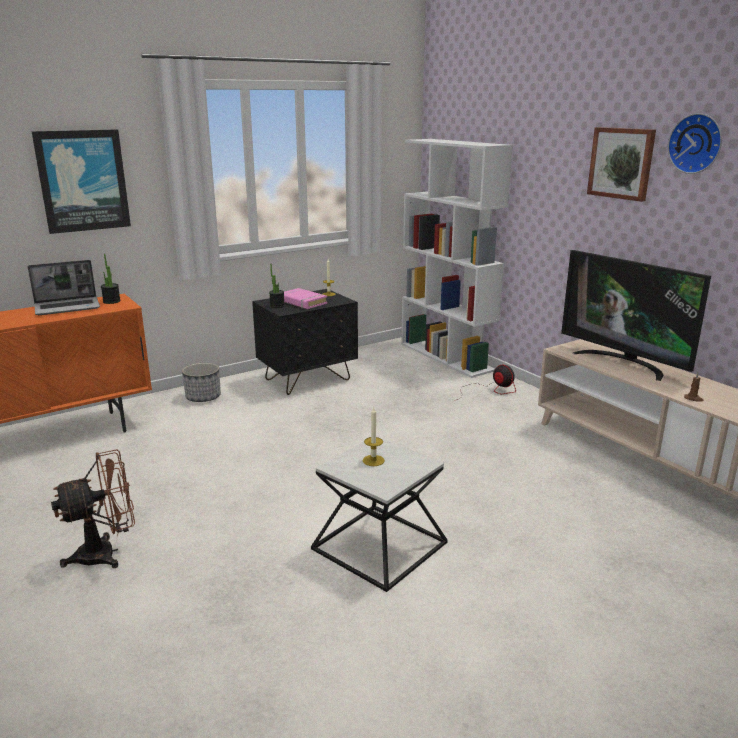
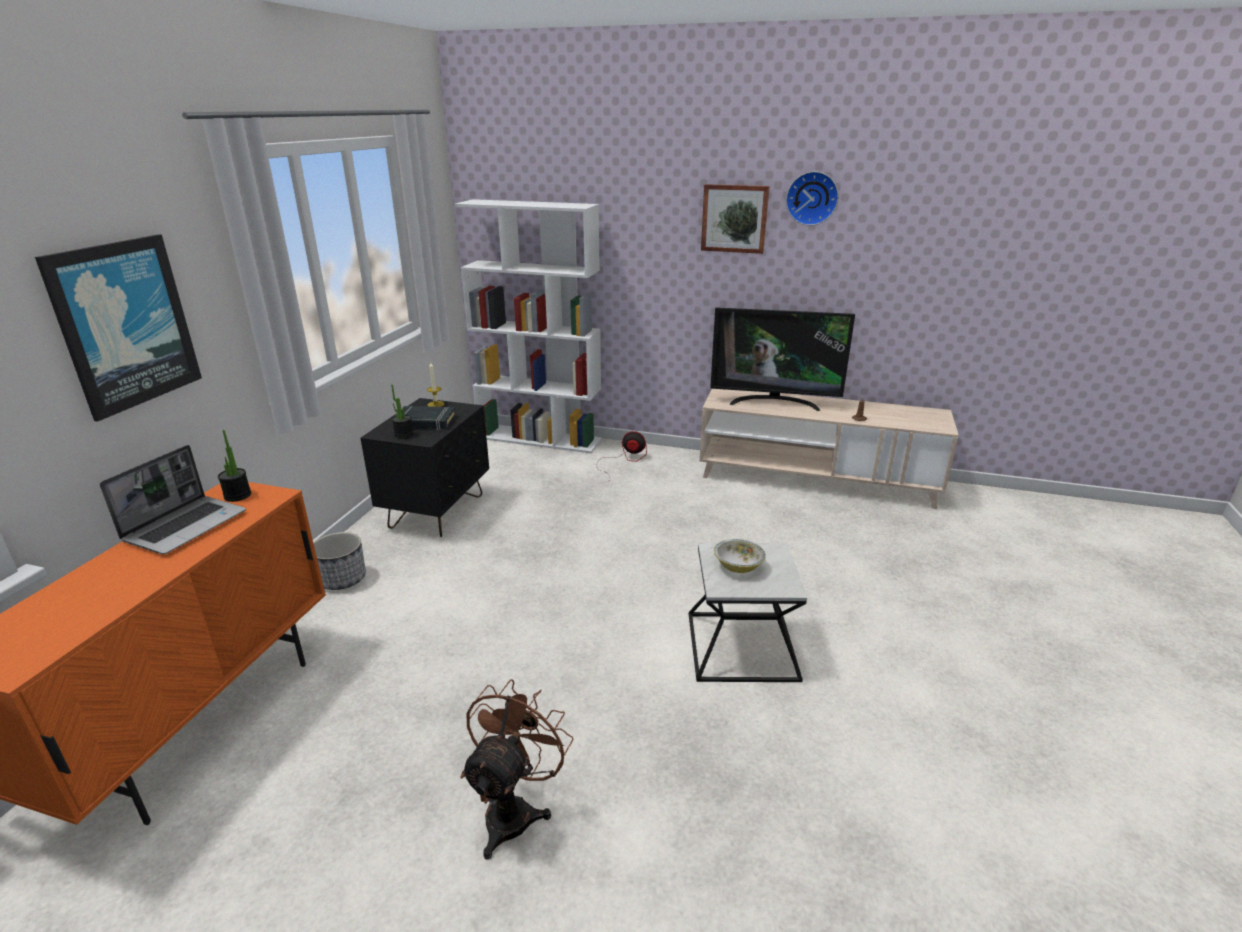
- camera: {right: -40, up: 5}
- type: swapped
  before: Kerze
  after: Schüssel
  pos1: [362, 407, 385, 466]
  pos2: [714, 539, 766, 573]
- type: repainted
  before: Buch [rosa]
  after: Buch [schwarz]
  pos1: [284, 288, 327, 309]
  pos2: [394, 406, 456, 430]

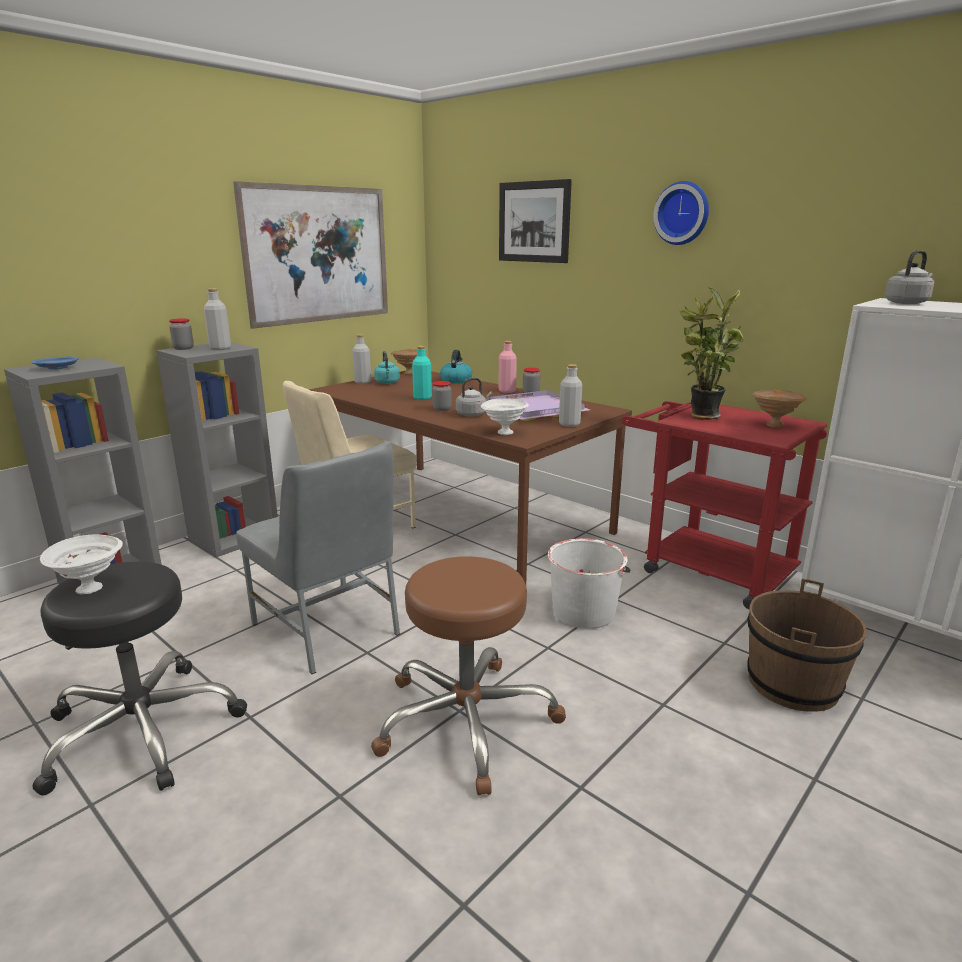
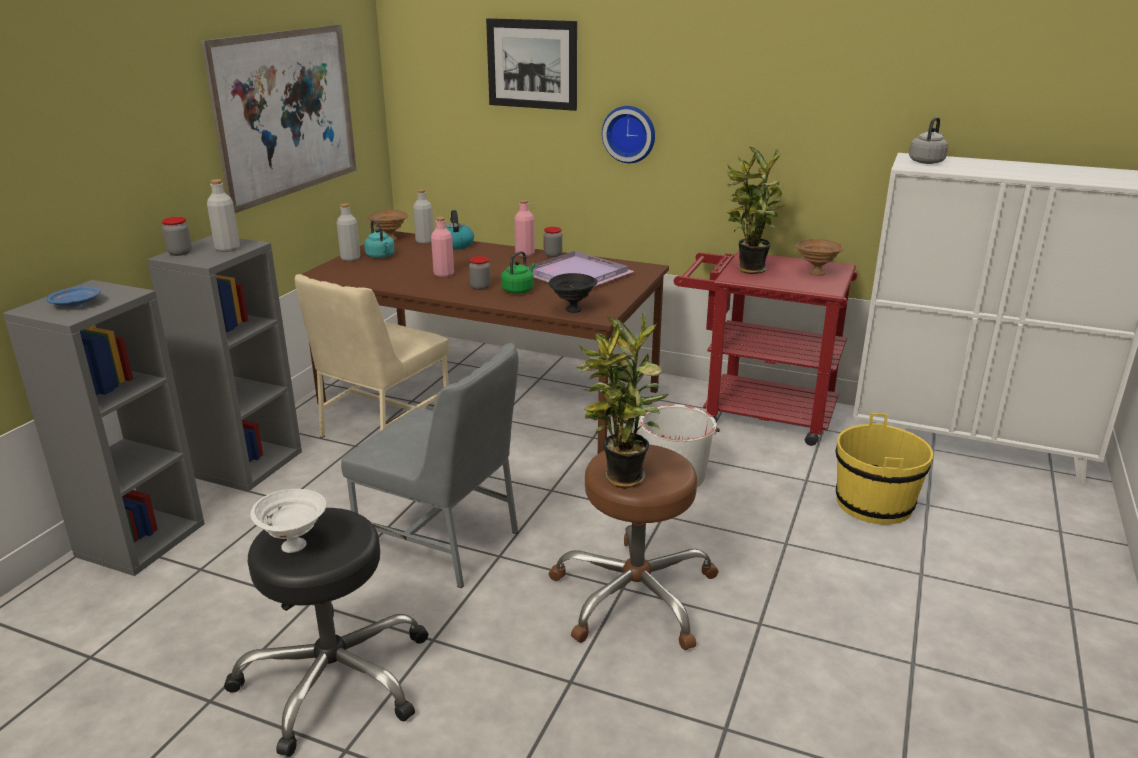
- camera: {right: -20, up: 5}
- type: new
  after: Topfpflanze
  pos2: [575, 311, 668, 489]
- type: shifted
  before: Flasche [grau]
  pos1: [559, 364, 582, 427]
  pos2: [413, 189, 434, 244]
- type: shifted
  before: Wanduhr
  pos1: [653, 181, 709, 245]
  pos2: [602, 106, 655, 163]
- type: repainted
  before: Flasche [türkis]
  after: Flasche [rosa]
  pos1: [412, 346, 432, 400]
  pos2: [431, 217, 454, 277]
- type: repainted
  before: Wasserkessel [grau]
  after: Wasserkessel [grün]
  pos1: [456, 377, 492, 417]
  pos2: [501, 251, 535, 294]
- type: repainted
  before: Schüssel [weiß]
  after: Schüssel [schwarz]
  pos1: [481, 398, 529, 435]
  pos2: [548, 273, 597, 313]
- type: repainted
  before: Eimer [braun]
  after: Eimer [gelb]
  pos1: [747, 579, 867, 712]
  pos2: [836, 413, 933, 525]

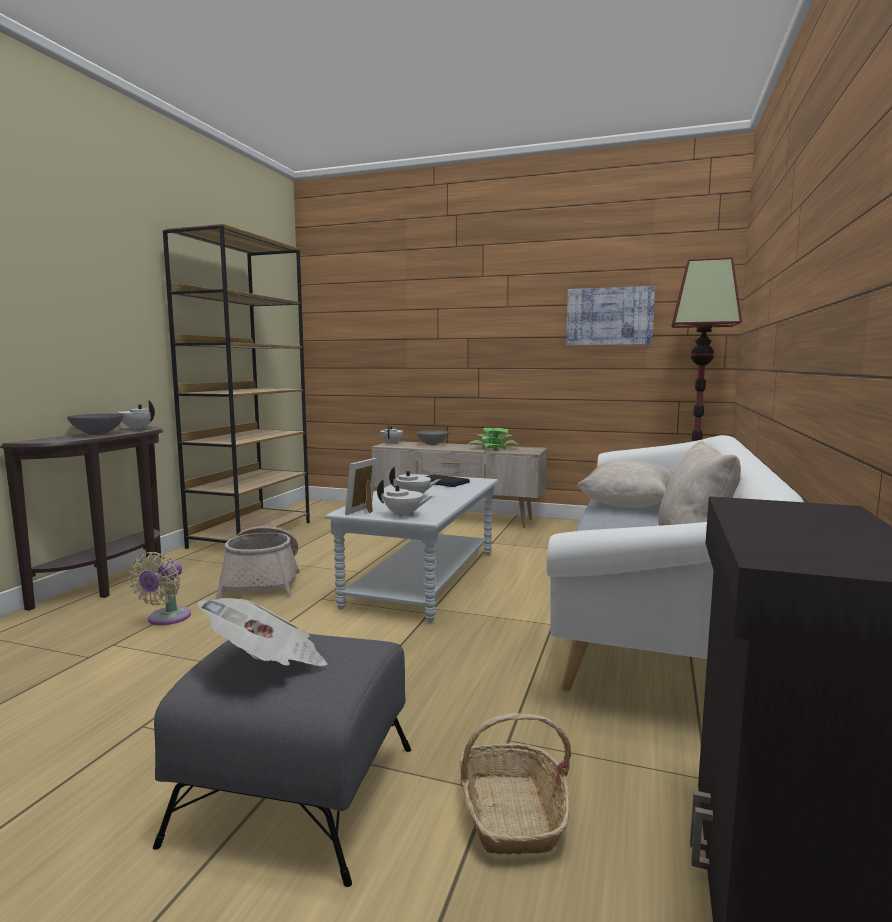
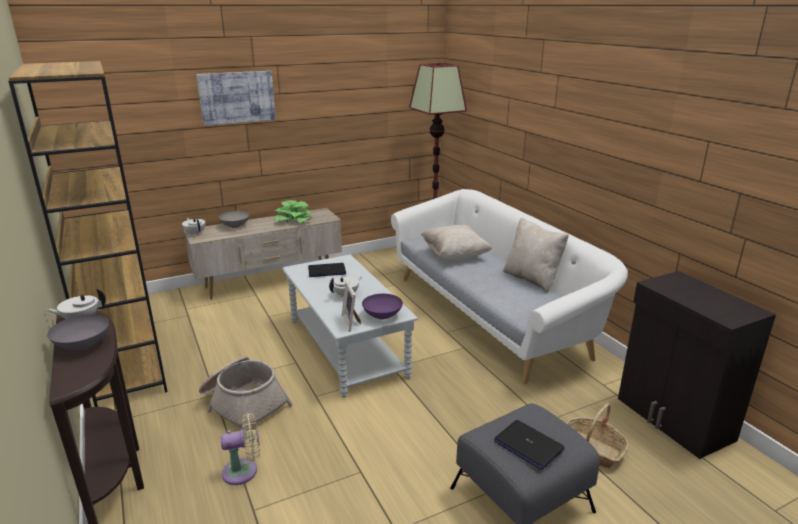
- camera: {right: -45, up: 15}
- type: shifted
  before: Bild
  pos1: [566, 286, 655, 345]
  pos2: [196, 71, 276, 126]
- type: swapped
  before: Zeitung
  after: Laptop
  pos1: [198, 598, 328, 666]
  pos2: [494, 420, 564, 470]
- type: swapped
  before: Teekanne [weiß]
  after: Schüssel [lila]
  pos1: [377, 479, 433, 518]
  pos2: [362, 294, 403, 319]
- type: rotated
  before: Ventilator [beige]
  pos1: [129, 552, 191, 625]
  pos2: [221, 413, 260, 485]
  turn: -75

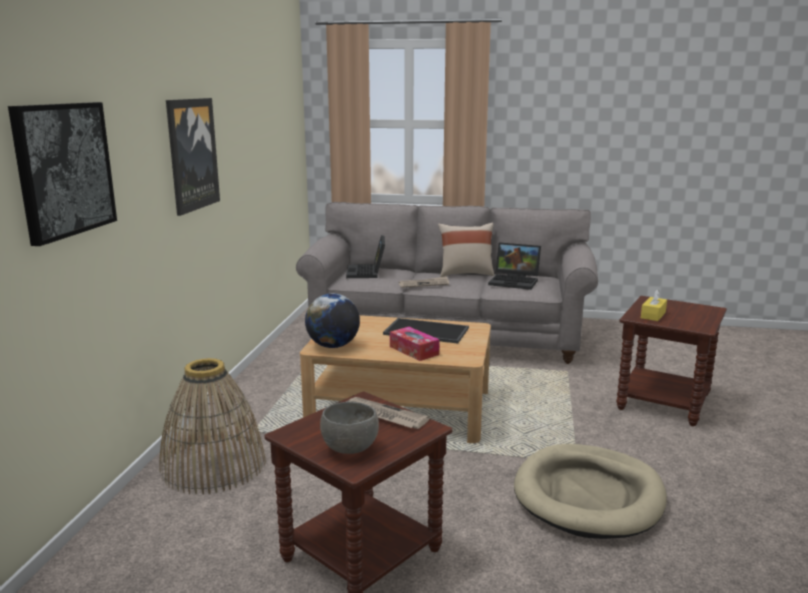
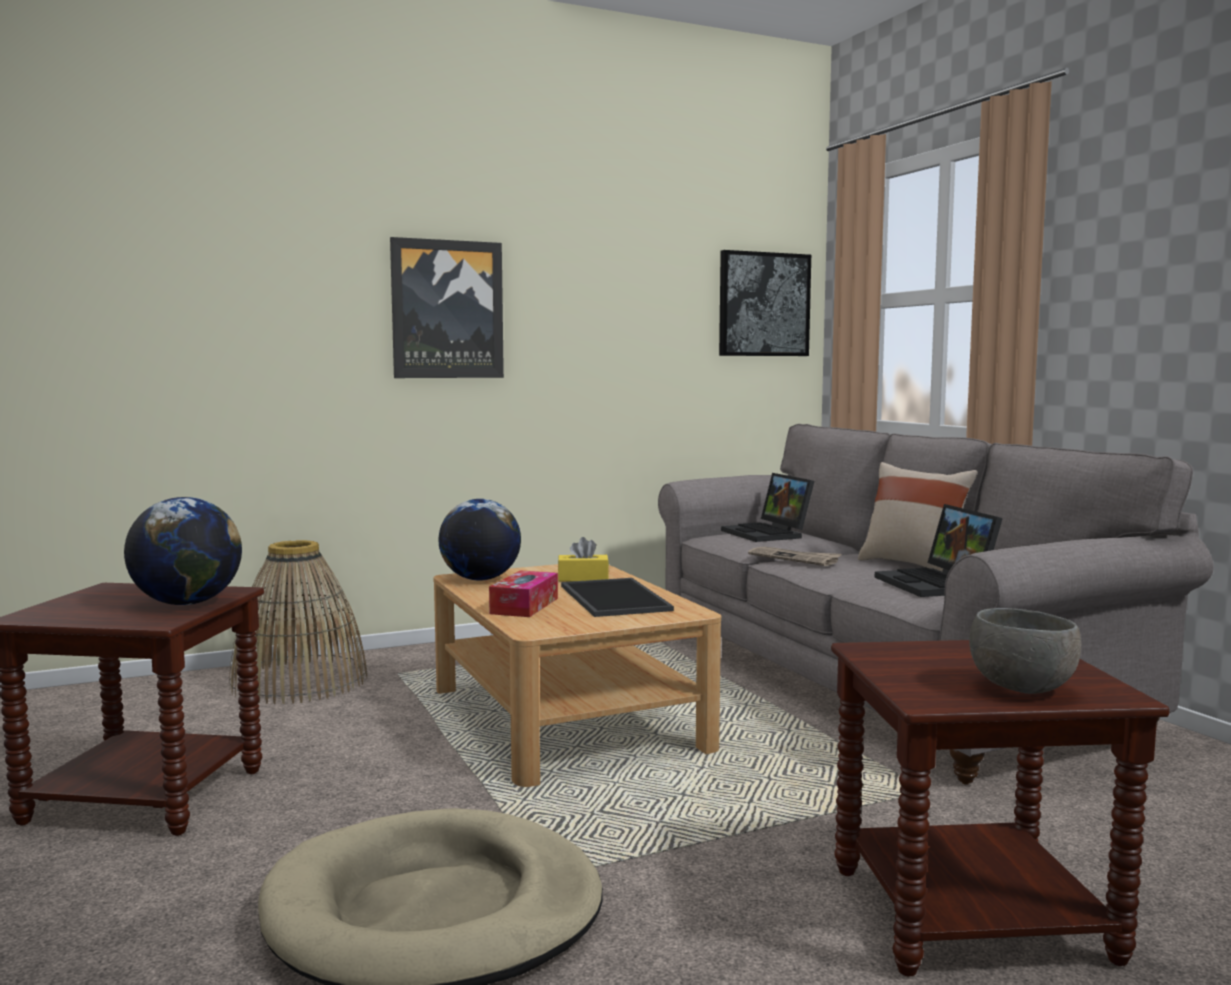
- camera: {right: 55, up: -10}
- type: shifted
  before: Bild
  pos1: [8, 102, 117, 246]
  pos2: [719, 250, 811, 356]
- type: shifted
  before: Schüssel [grau]
  pos1: [320, 402, 379, 454]
  pos2: [969, 608, 1081, 694]
- type: shifted
  before: Taschentuchbox [gelb]
  pos1: [641, 289, 667, 321]
  pos2: [558, 537, 609, 582]
- type: swapped
  before: Zeitung
  after: Globus
  pos1: [346, 397, 430, 429]
  pos2: [124, 497, 242, 605]
- type: rotated
  before: Laptop
  pos1: [346, 235, 385, 278]
  pos2: [721, 473, 814, 542]
  turn: -75

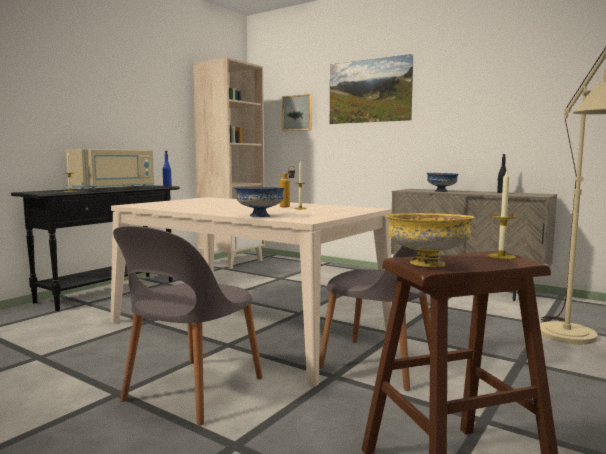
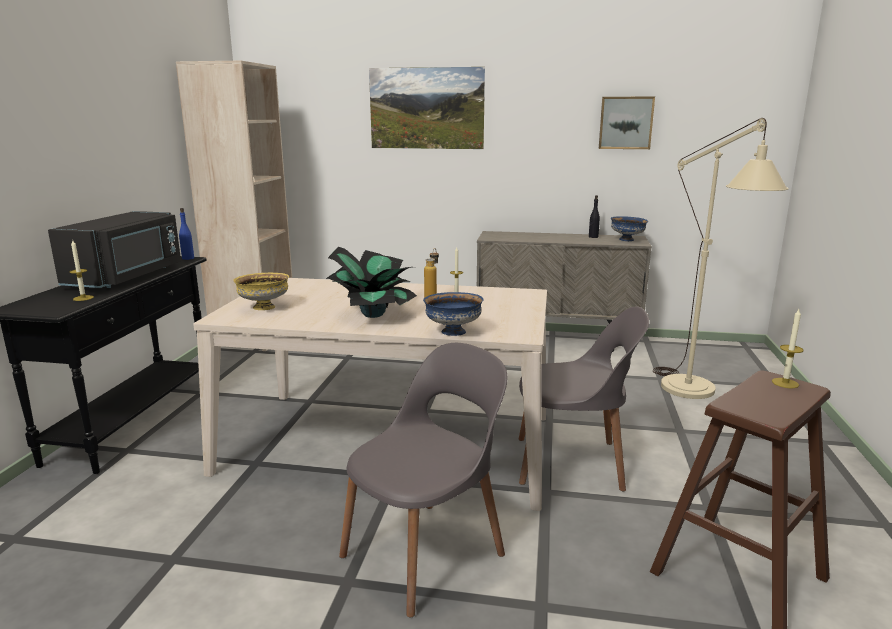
- camera: {right: -25, up: 10}
- type: new
  after: Topfpflanze
  pos2: [326, 247, 417, 318]
- type: shifted
  before: Bild
  pos1: [282, 94, 312, 131]
  pos2: [599, 97, 655, 149]
- type: shifted
  before: Schüssel [gelb]
  pos1: [386, 213, 475, 267]
  pos2: [233, 273, 289, 310]
- type: shifted
  before: Schüssel [blau]
  pos1: [427, 173, 459, 192]
  pos2: [611, 216, 648, 241]
- type: repainted
  before: Mikrowelle [beige]
  after: Mikrowelle [schwarz]
  pos1: [66, 149, 154, 190]
  pos2: [48, 211, 181, 288]
- type: rotated
  before: Stuhl [grau]
  pos1: [113, 226, 263, 426]
  pos2: [339, 343, 507, 618]
  turn: -135

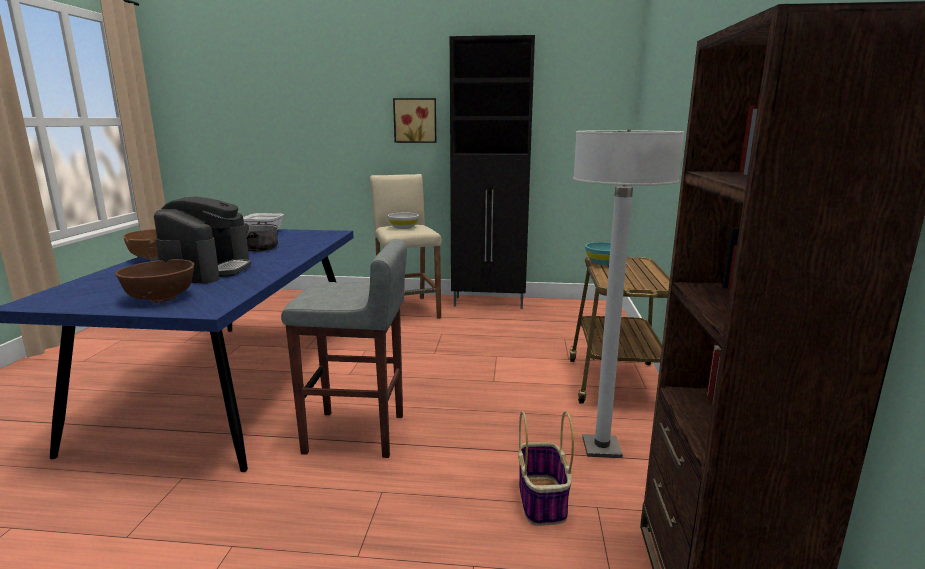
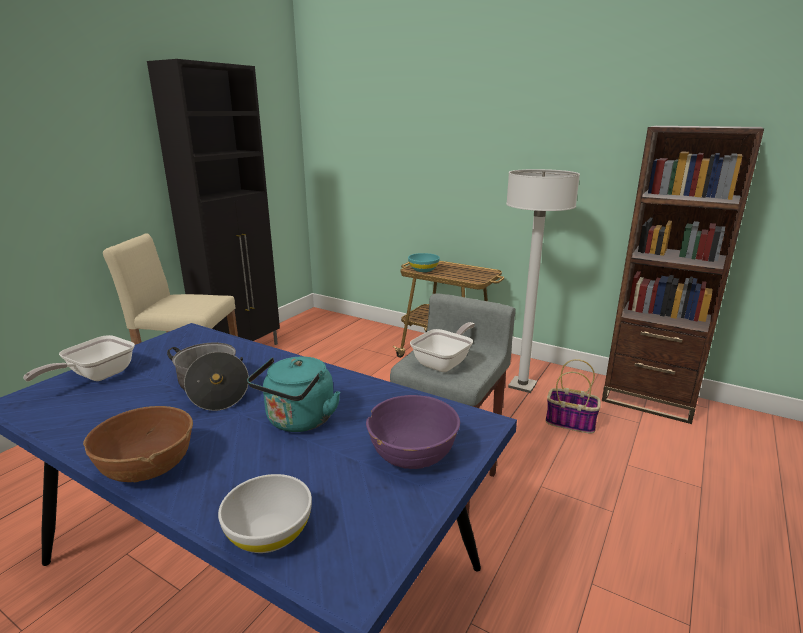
- camera: {right: -65, up: 5}
- type: gone
  before: Bild
  pos1: [393, 98, 436, 143]
- type: new
  after: Pfanne
  pos2: [410, 322, 475, 372]
- type: shifted
  before: Schüssel [weiß]
  pos1: [388, 213, 419, 229]
  pos2: [218, 474, 312, 553]
- type: swapped
  before: Kaffeemaschine
  after: Wasserkessel [türkis]
  pos1: [154, 197, 251, 283]
  pos2: [247, 356, 341, 432]
- type: repainted
  before: Schüssel [braun]
  after: Schüssel [lila]
  pos1: [115, 259, 195, 302]
  pos2: [366, 395, 460, 469]

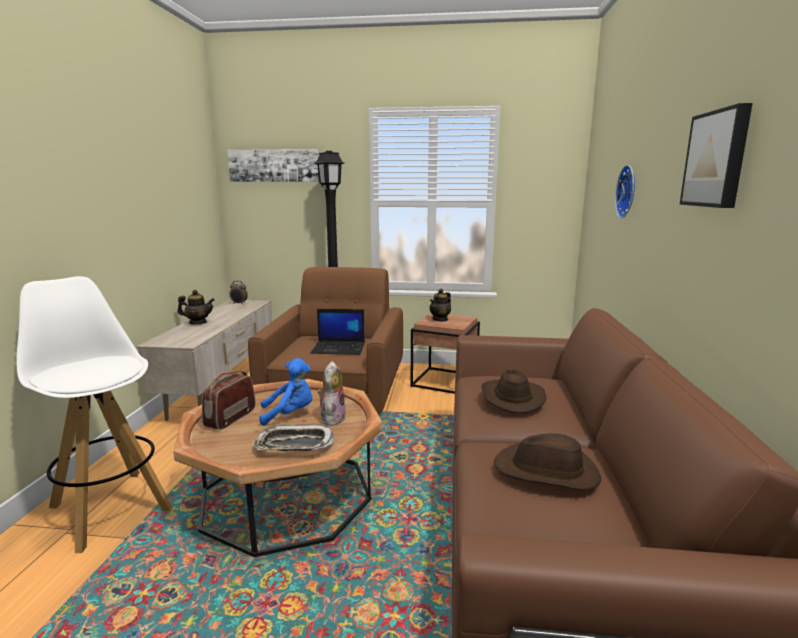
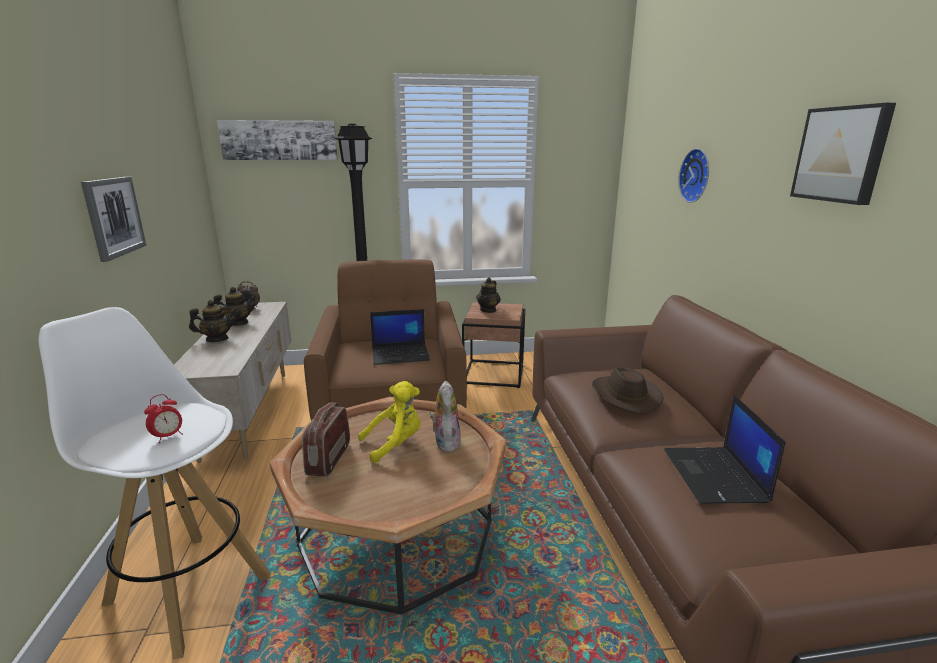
- camera: {right: -15, up: 5}
- type: gone
  before: Tablett
  pos1: [253, 424, 334, 451]
- type: new
  after: Bild
  pos2: [81, 177, 147, 262]
- type: new
  after: Wecker
  pos2: [144, 394, 183, 443]
- type: new
  after: Teekanne
  pos2: [213, 287, 256, 326]
- type: swapped
  before: Hut [braun]
  after: Laptop
  pos1: [494, 433, 601, 490]
  pos2: [664, 395, 785, 504]
- type: repainted
  before: Plüschtier [blau]
  after: Plüschtier [gelb]
  pos1: [259, 358, 312, 426]
  pos2: [358, 381, 421, 463]

